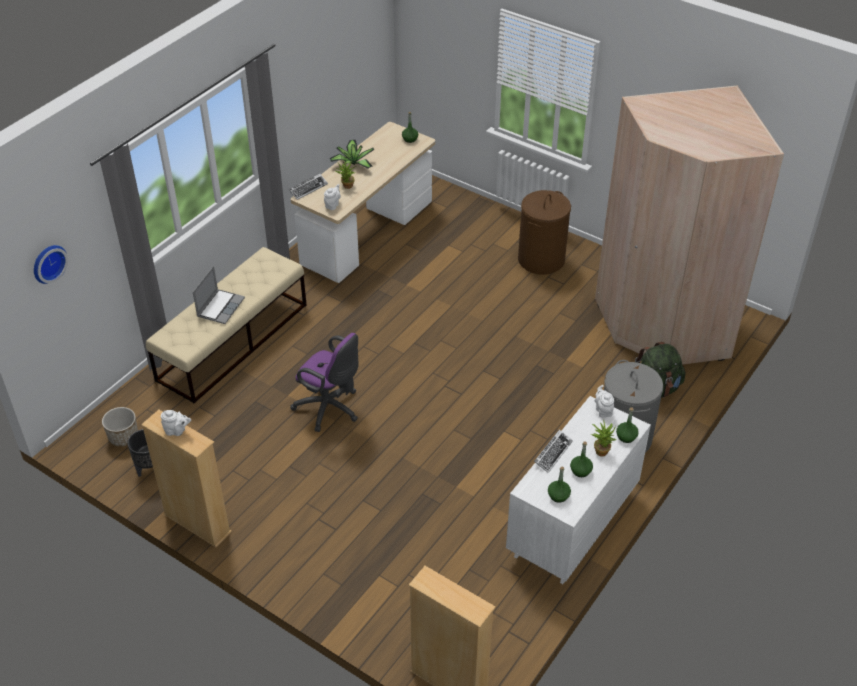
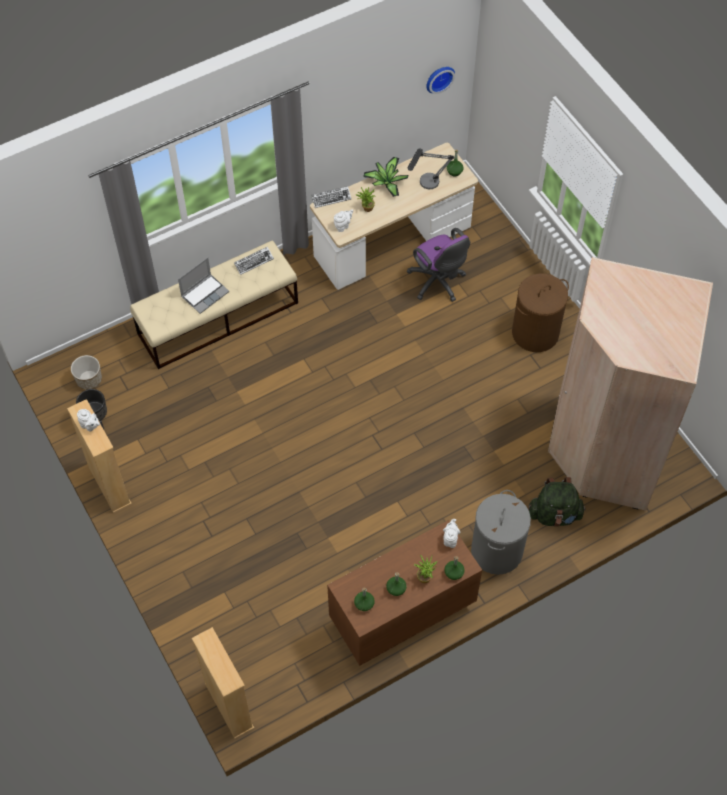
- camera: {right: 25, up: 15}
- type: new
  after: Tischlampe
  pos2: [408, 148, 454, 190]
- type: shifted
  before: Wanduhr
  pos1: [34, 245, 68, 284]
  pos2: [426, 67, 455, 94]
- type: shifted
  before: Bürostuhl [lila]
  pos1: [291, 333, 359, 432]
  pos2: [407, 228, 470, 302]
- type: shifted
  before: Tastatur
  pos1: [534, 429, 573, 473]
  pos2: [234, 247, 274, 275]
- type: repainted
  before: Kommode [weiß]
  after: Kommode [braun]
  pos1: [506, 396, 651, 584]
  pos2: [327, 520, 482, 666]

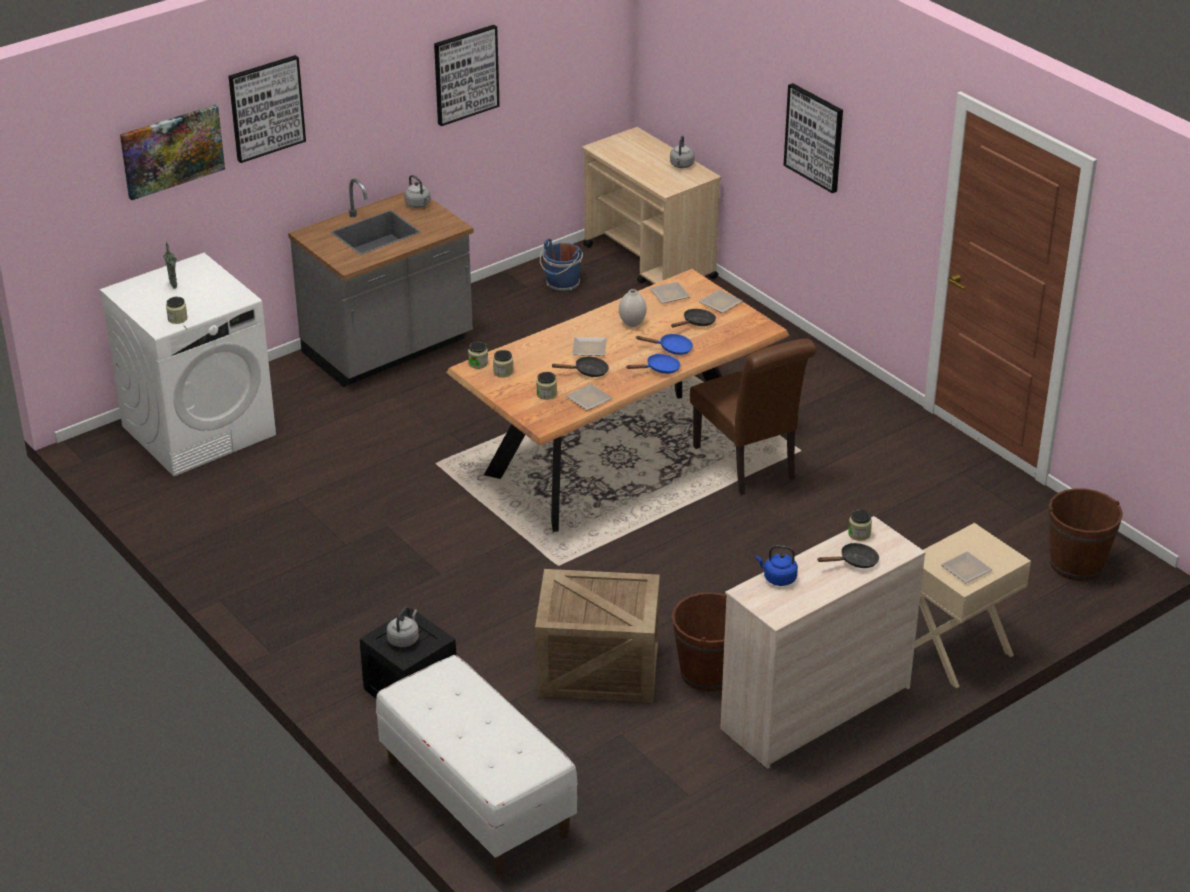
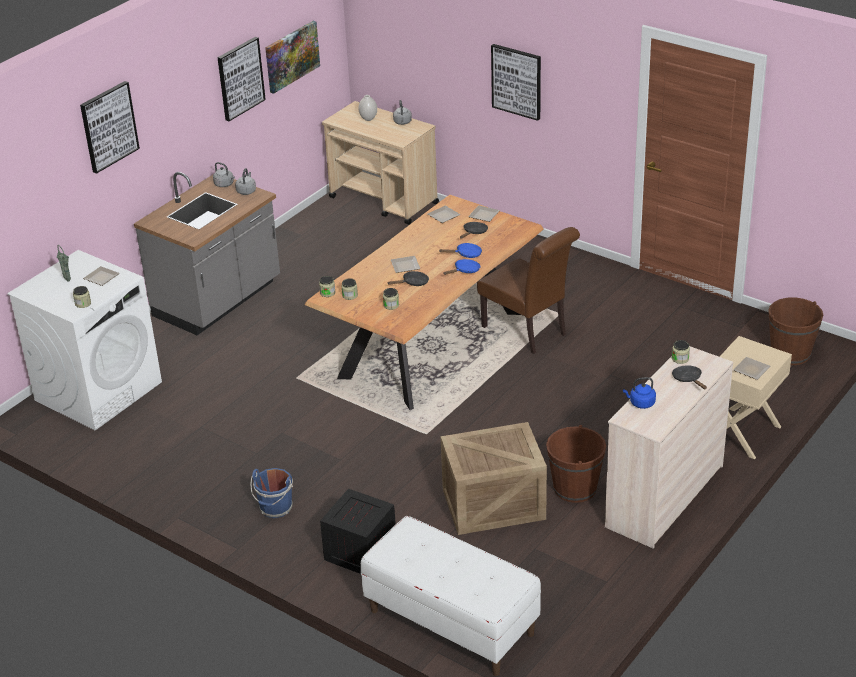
- camera: {right: -15, up: 0}
- type: shifted
  before: Bild
  pos1: [120, 105, 225, 200]
  pos2: [265, 21, 320, 94]
- type: shifted
  before: Wasserkessel [grau]
  pos1: [387, 607, 419, 647]
  pos2: [235, 168, 256, 195]
- type: shifted
  before: Eimer [blau]
  pos1: [540, 238, 583, 292]
  pos2: [250, 468, 293, 518]
- type: shifted
  before: Teller
  pos1: [566, 384, 612, 411]
  pos2: [83, 266, 119, 286]
- type: shifted
  before: Vase [weiß]
  pos1: [619, 289, 647, 327]
  pos2: [358, 95, 377, 121]
- type: rotated
  before: Pfanne [schwarz]
  pos1: [818, 543, 879, 568]
  pos2: [672, 365, 707, 389]
  turn: -75

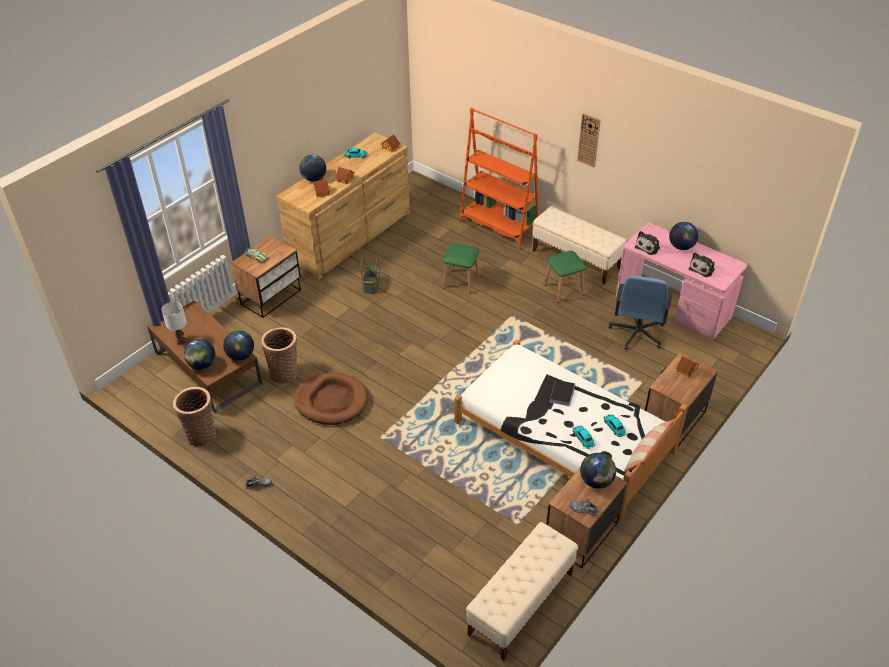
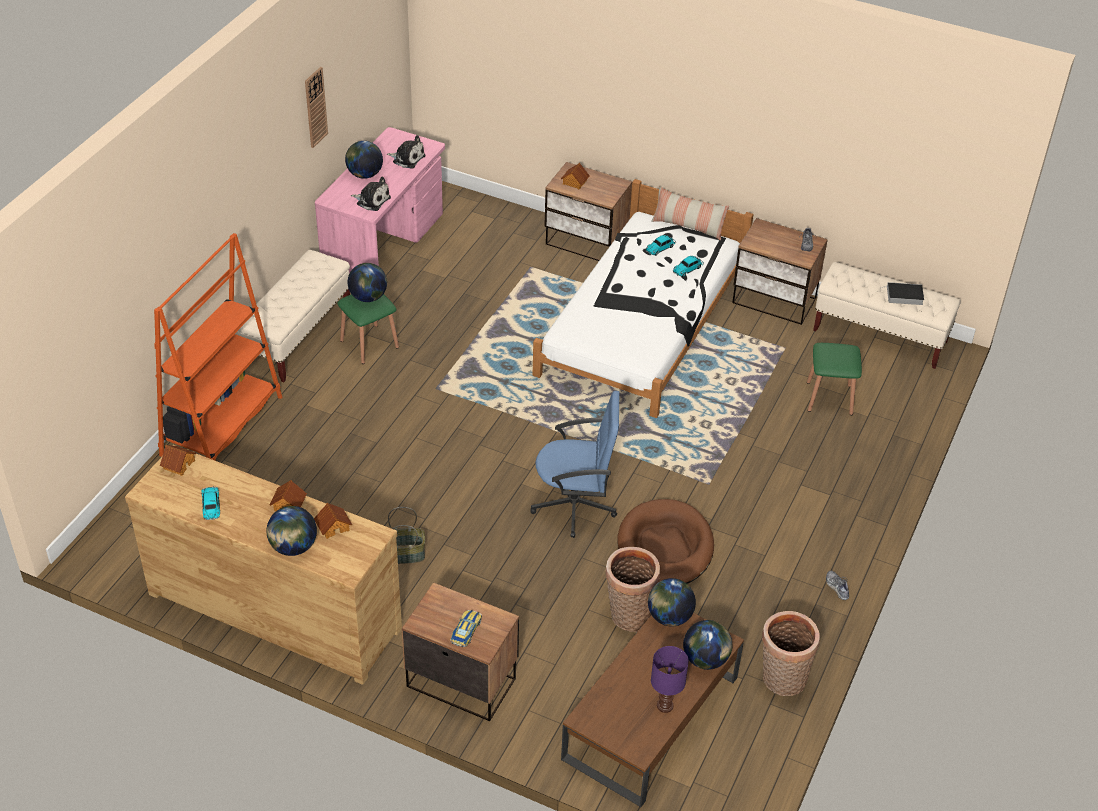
- camera: {right: -105, up: 0}
- type: shifted
  before: Hocker [grün]
  pos1: [443, 243, 480, 294]
  pos2: [807, 343, 862, 415]
- type: shifted
  before: Buch
  pos1: [550, 380, 575, 406]
  pos2: [880, 282, 924, 305]
- type: shifted
  before: Wanduhr
  pos1: [577, 113, 601, 167]
  pos2: [305, 67, 328, 148]
- type: shifted
  before: Globus
  pos1: [580, 453, 616, 489]
  pos2: [347, 263, 387, 302]
- type: shifted
  before: Bürostuhl [blau]
  pos1: [608, 275, 672, 350]
  pos2: [530, 391, 619, 538]
- type: repainted
  before: Tischlampe [weiß]
  after: Tischlampe [lila]
  pos1: [161, 301, 187, 345]
  pos2: [651, 646, 689, 713]

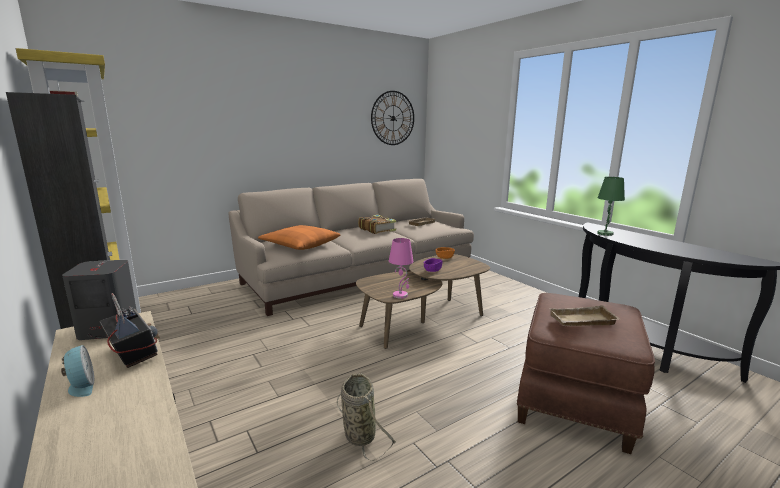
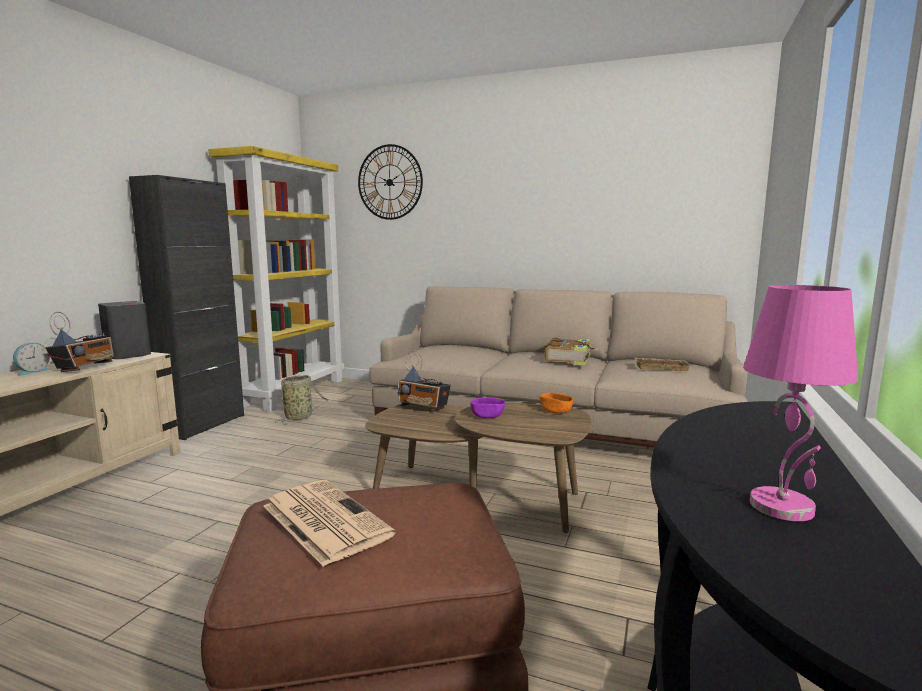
- camera: {right: 55, up: -5}
- type: gone
  before: Kissen [orange]
  pos1: [258, 225, 340, 250]
- type: gone
  before: Tischlampe [grün]
  pos1: [597, 177, 625, 236]
- type: new
  after: Radio
  pos2: [397, 350, 451, 411]
- type: shifted
  before: Korb
  pos1: [337, 374, 396, 461]
  pos2: [275, 375, 328, 423]
- type: shifted
  before: Wanduhr
  pos1: [371, 91, 414, 145]
  pos2: [358, 144, 423, 220]
- type: shifted
  before: Tischlampe [rosa]
  pos1: [389, 238, 414, 299]
  pos2: [743, 285, 858, 521]
- type: swapped
  before: Tablett [beige]
  after: Zeitung
  pos1: [549, 305, 620, 326]
  pos2: [264, 480, 396, 567]

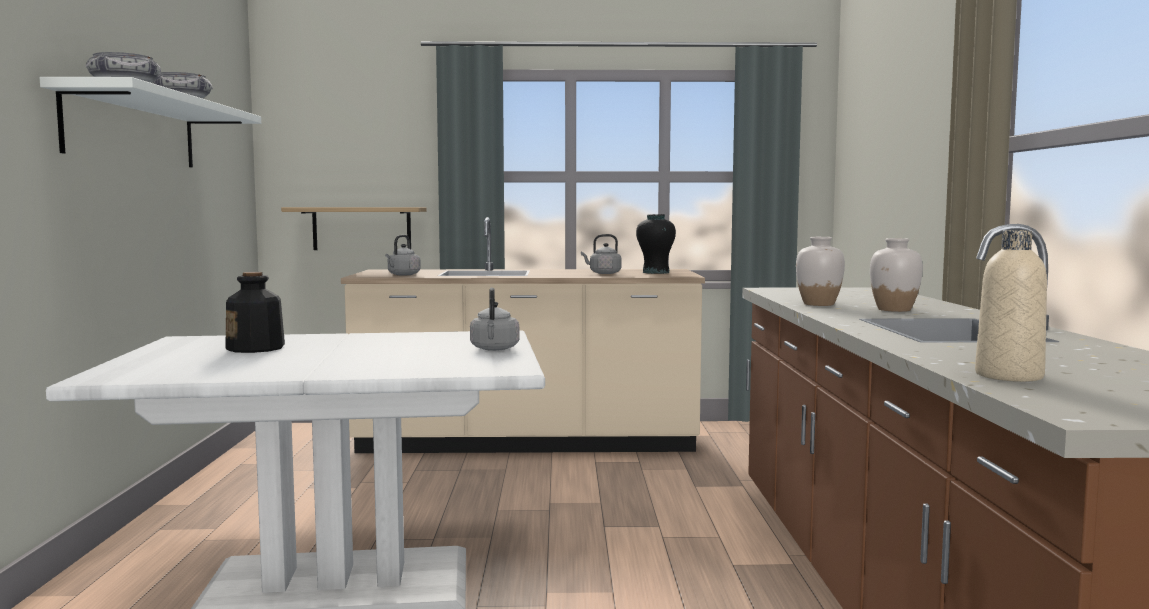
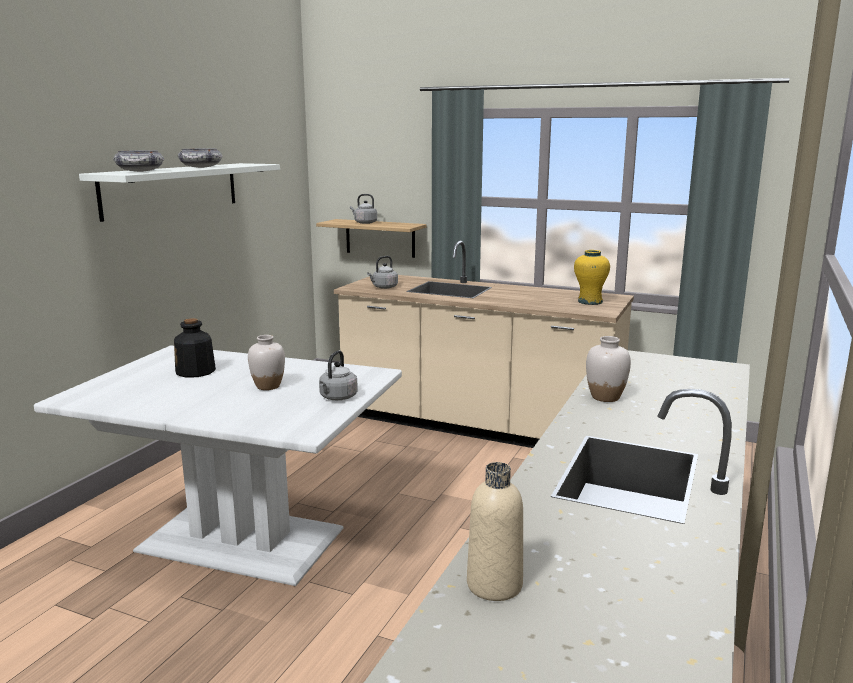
- camera: {right: 25, up: 10}
- type: shifted
  before: Wasserkessel [grau]
  pos1: [581, 234, 622, 274]
  pos2: [350, 194, 377, 224]
- type: shifted
  before: Vase [weiß]
  pos1: [870, 238, 923, 312]
  pos2: [248, 335, 285, 390]
- type: repainted
  before: Vase [schwarz]
  after: Vase [gelb]
  pos1: [636, 214, 676, 274]
  pos2: [574, 250, 610, 305]

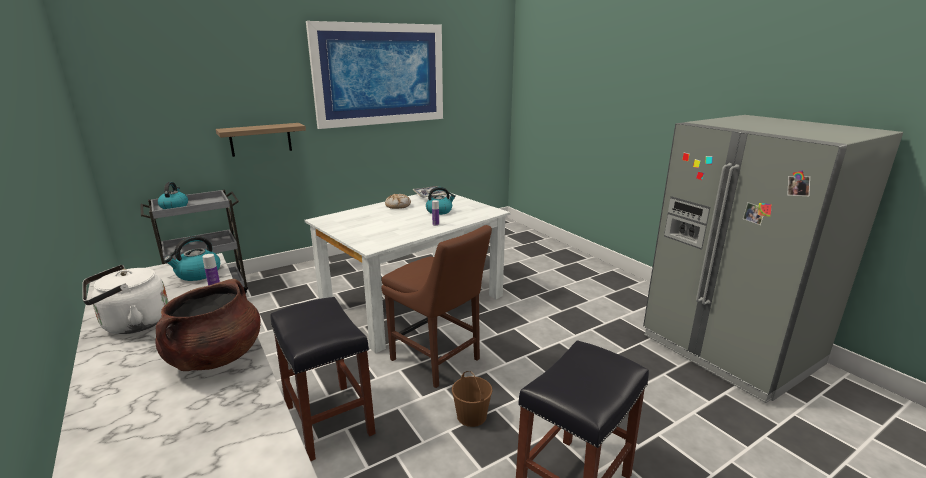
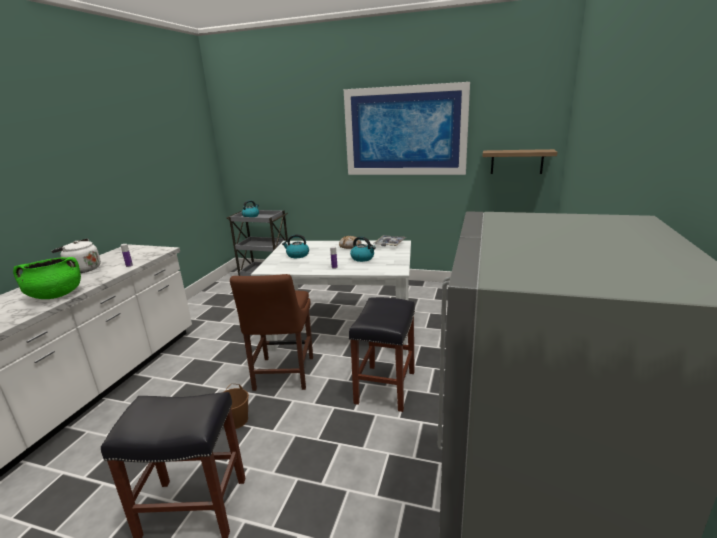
- camera: {right: 50, up: 0}
- type: shifted
  before: Wasserkessel
  pos1: [164, 236, 220, 281]
  pos2: [282, 234, 309, 258]
- type: shifted
  before: Wandregal
  pos1: [216, 123, 306, 157]
  pos2: [482, 149, 558, 174]
- type: shifted
  before: Hocker [schwarz]
  pos1: [270, 297, 376, 461]
  pos2: [349, 297, 415, 412]
- type: repainted
  before: Kochtopf [braun]
  after: Kochtopf [grün]
  pos1: [155, 279, 261, 371]
  pos2: [13, 257, 81, 299]

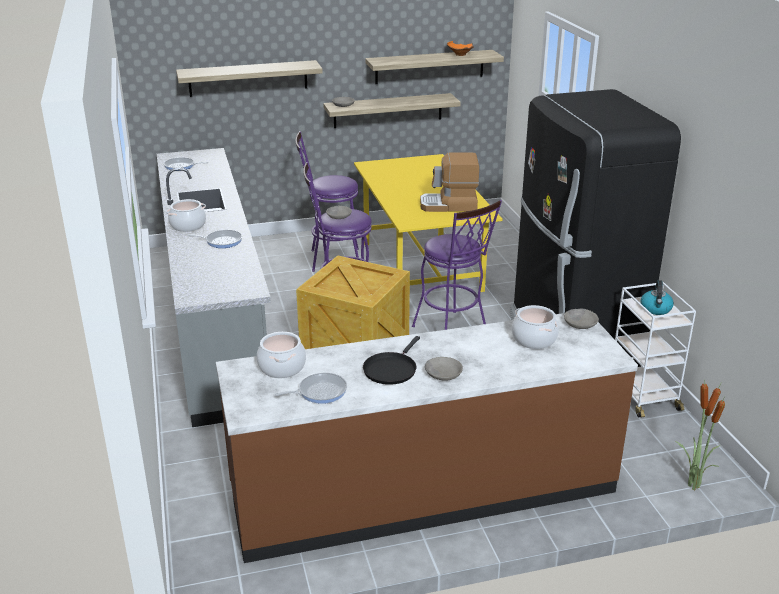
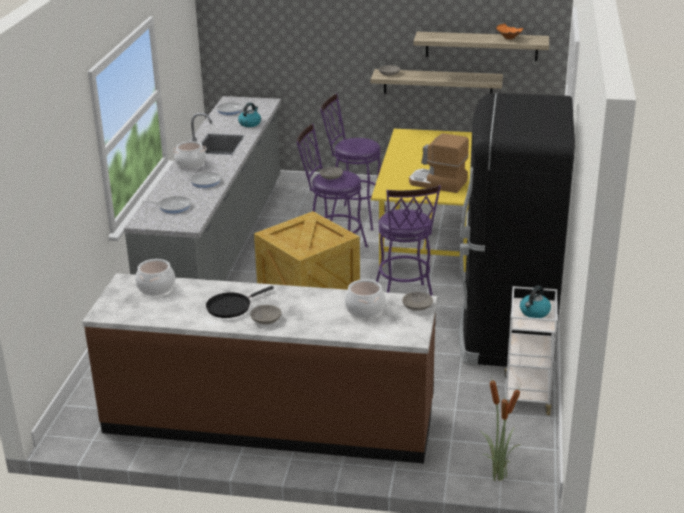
- camera: {right: 25, up: 0}
- type: gone
  before: Wandregal
  pos1: [176, 60, 323, 97]
- type: new
  after: Wasserkessel
  pos2: [238, 103, 261, 127]
- type: shifted
  before: Pfanne
  pos1: [275, 372, 347, 404]
  pos2: [142, 196, 191, 213]

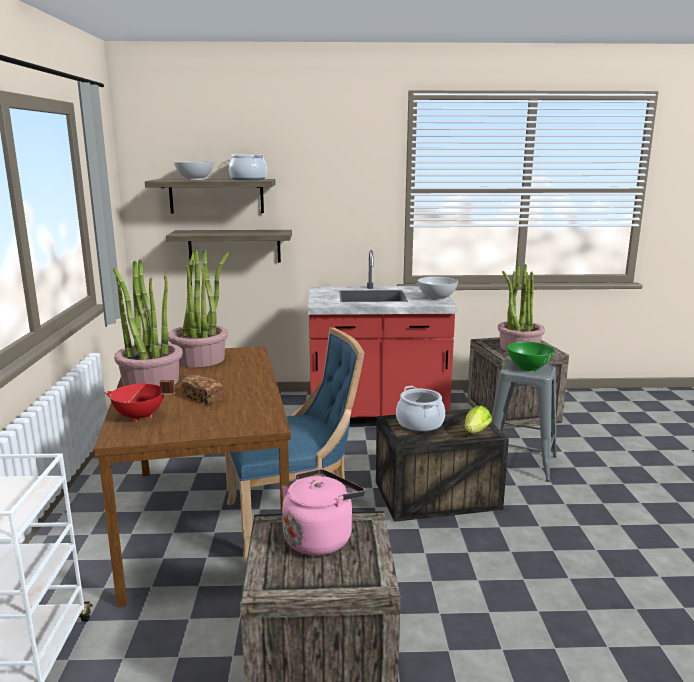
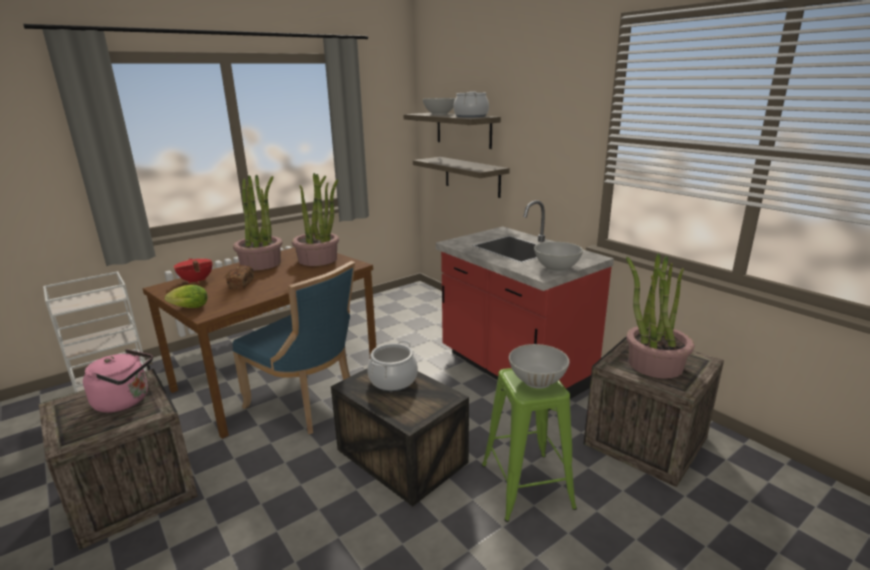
- camera: {right: 55, up: 5}
- type: shifted
  before: Salatkopf
  pos1: [465, 405, 492, 433]
  pos2: [165, 285, 208, 308]
- type: repainted
  before: Hocker [grau]
  after: Hocker [grün]
  pos1: [492, 360, 557, 482]
  pos2: [482, 368, 577, 522]
- type: repainted
  before: Schüssel [grün]
  after: Schüssel [weiß]
  pos1: [507, 342, 555, 371]
  pos2: [509, 344, 570, 389]

